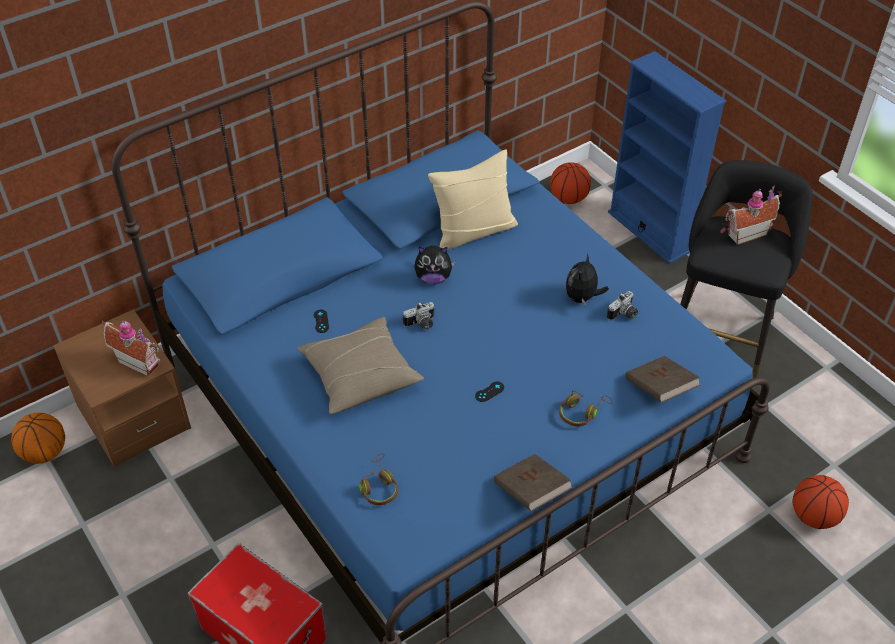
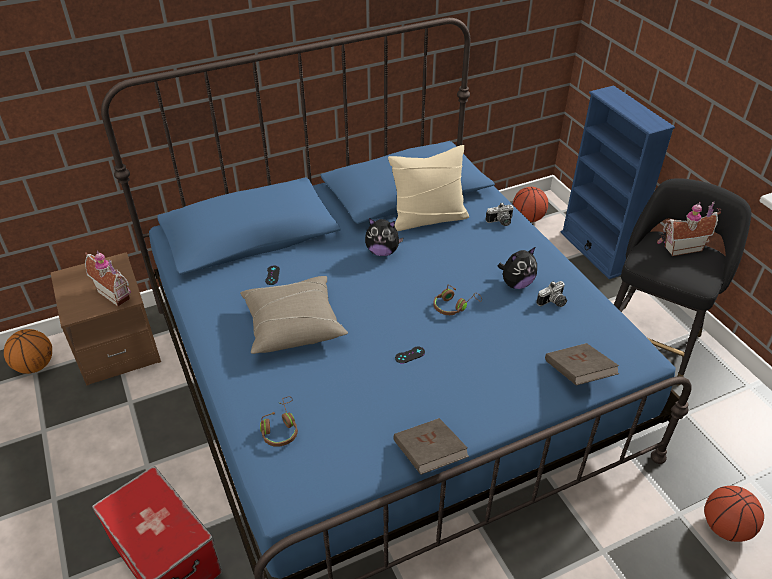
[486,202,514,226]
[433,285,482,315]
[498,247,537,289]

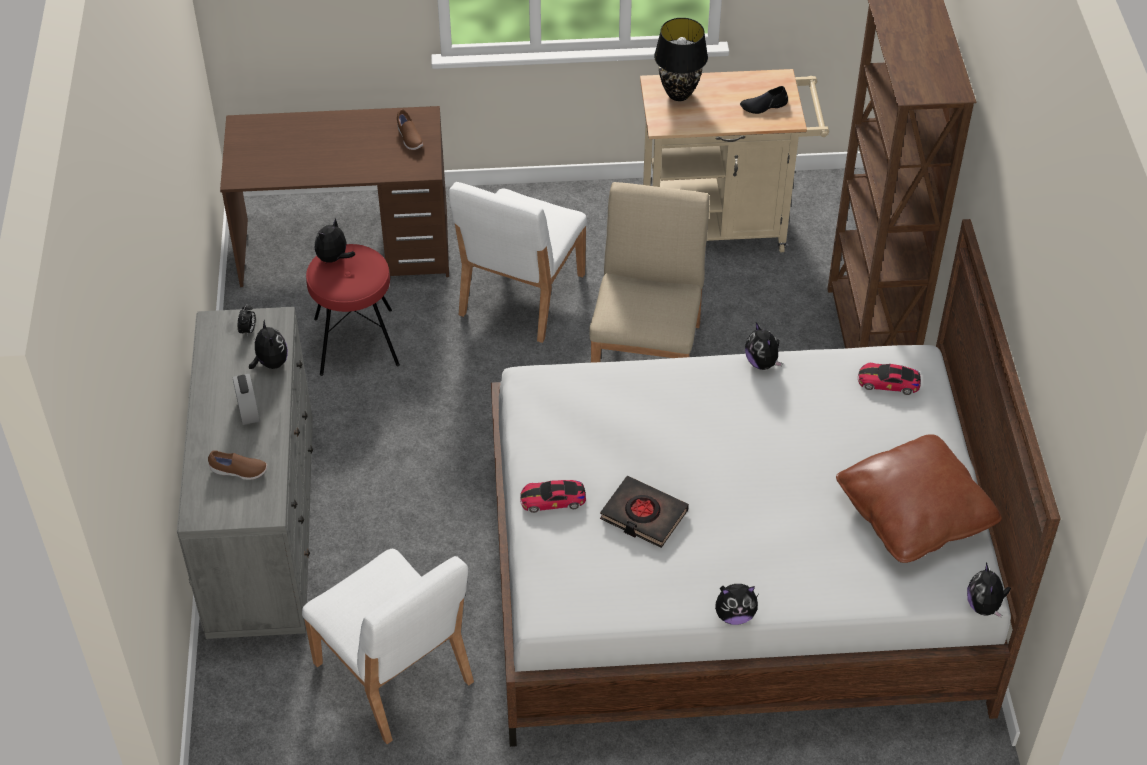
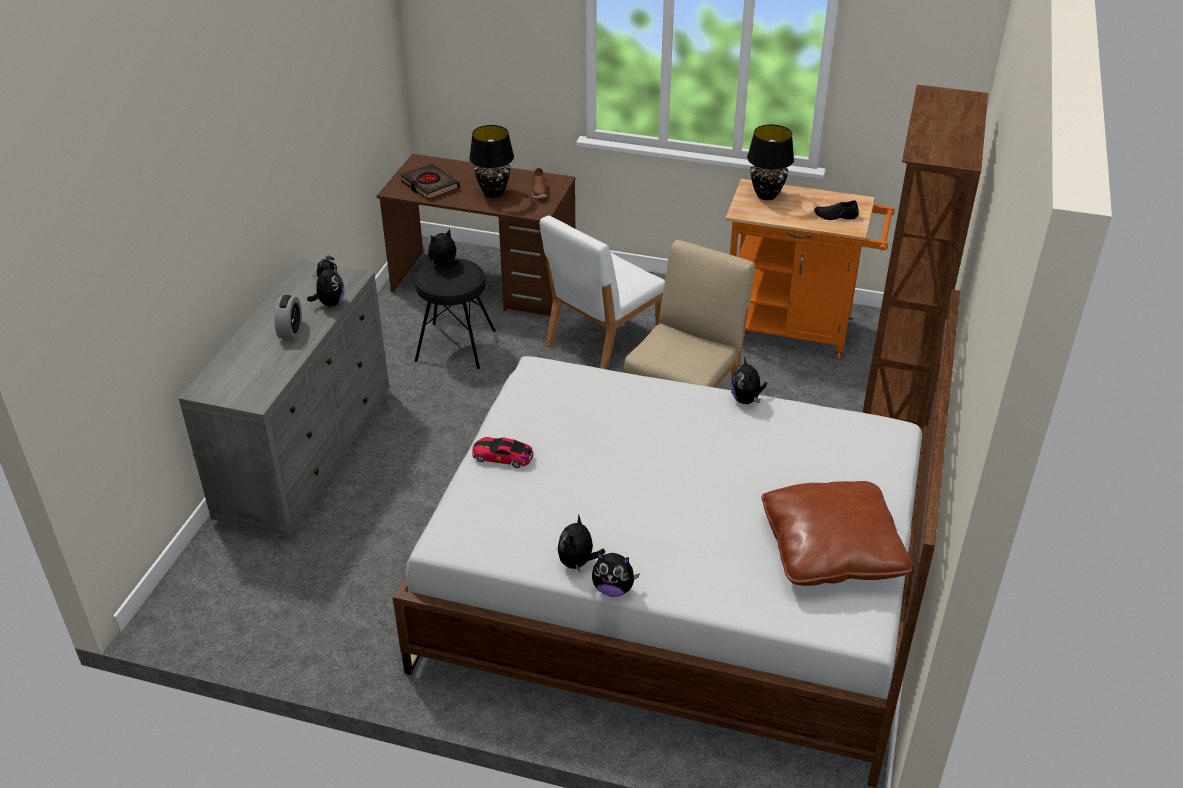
[208,450,267,480] (first image)
[302,549,474,744] (first image)
[858,363,921,395] (first image)
[469,125,514,198]
[401,164,460,200]
[558,514,605,572]
[415,258,496,369]
[725,179,895,361]

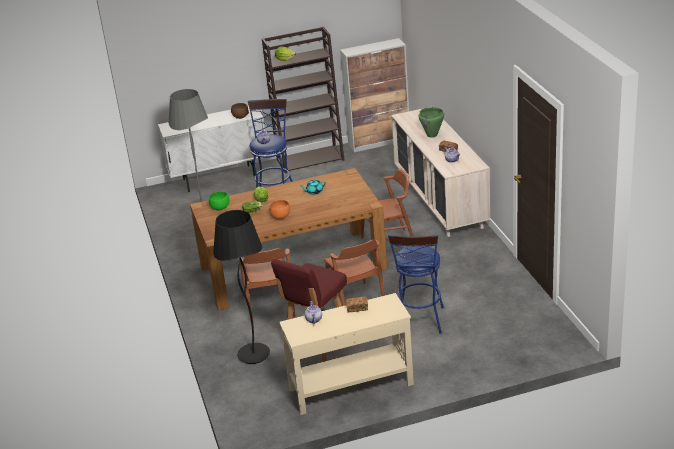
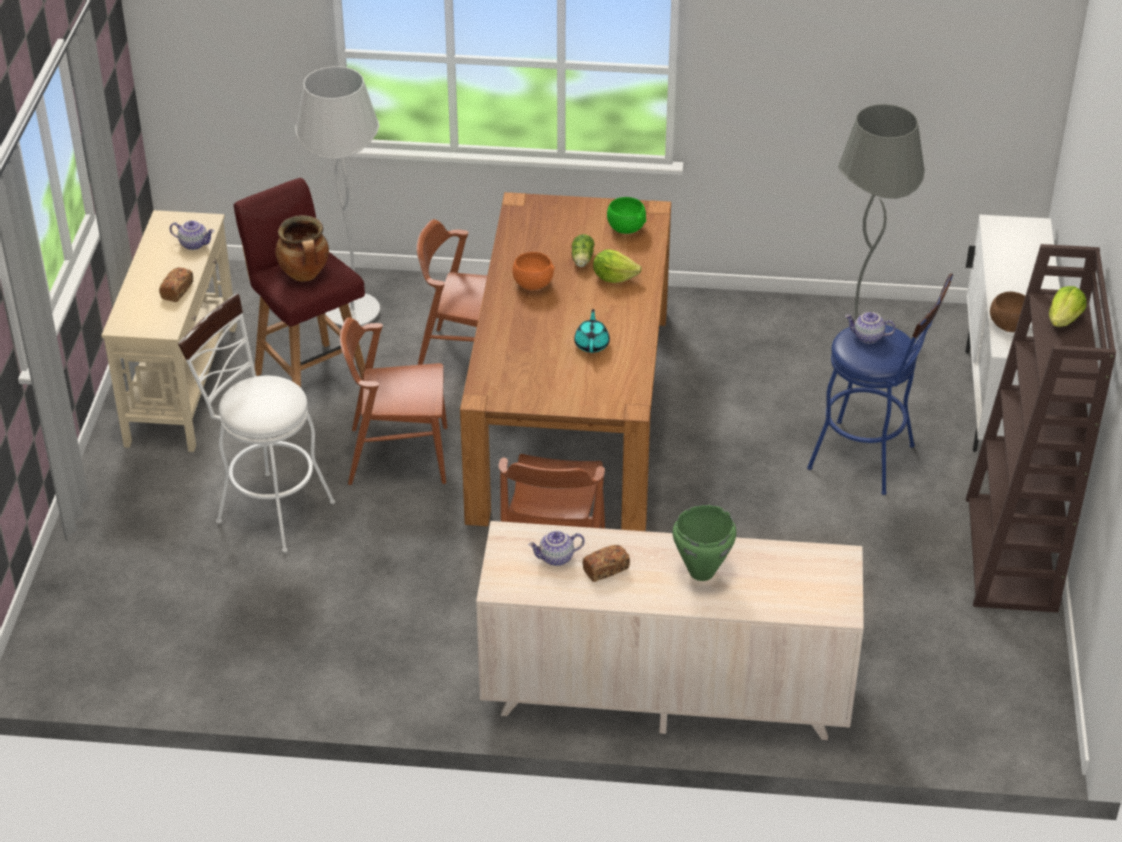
[340,38,409,152] (first image)
[275,215,329,282]
[295,66,380,326]
[178,293,335,553]

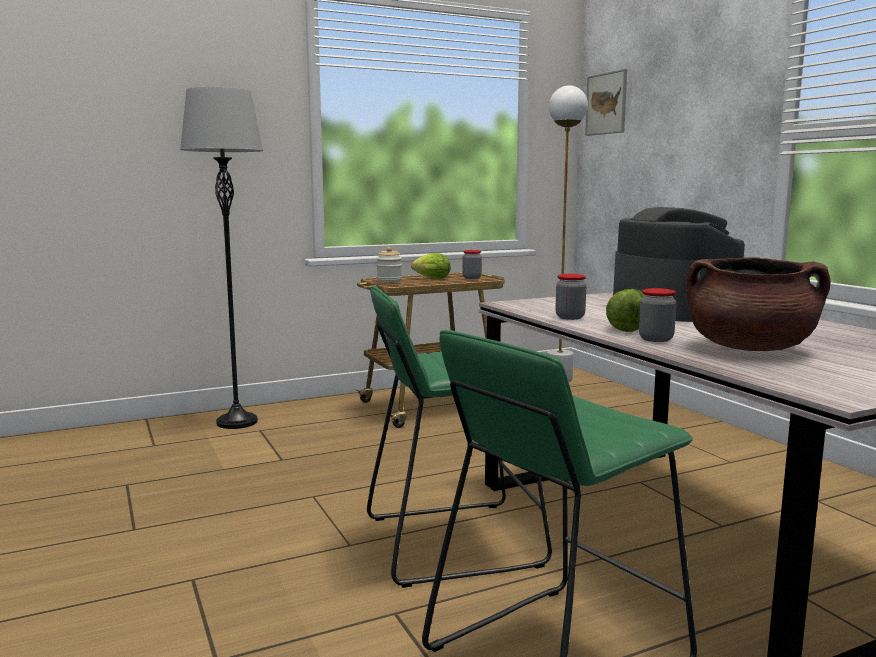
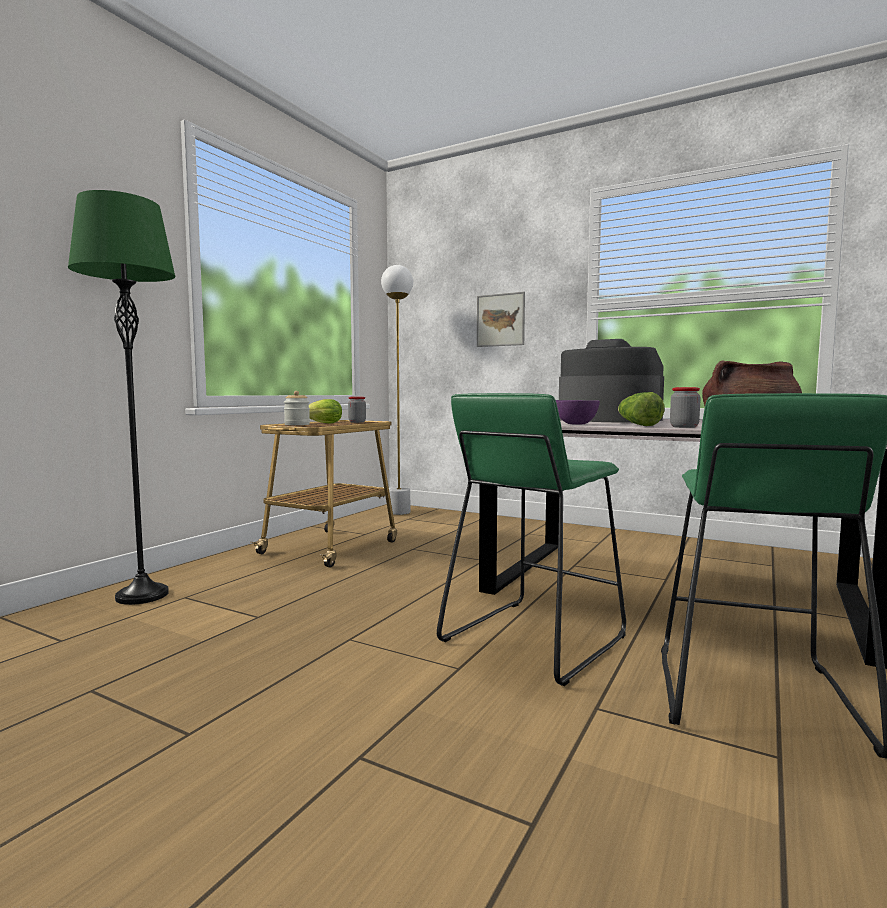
[477,292,525,347]
[556,400,600,425]
[68,190,176,605]

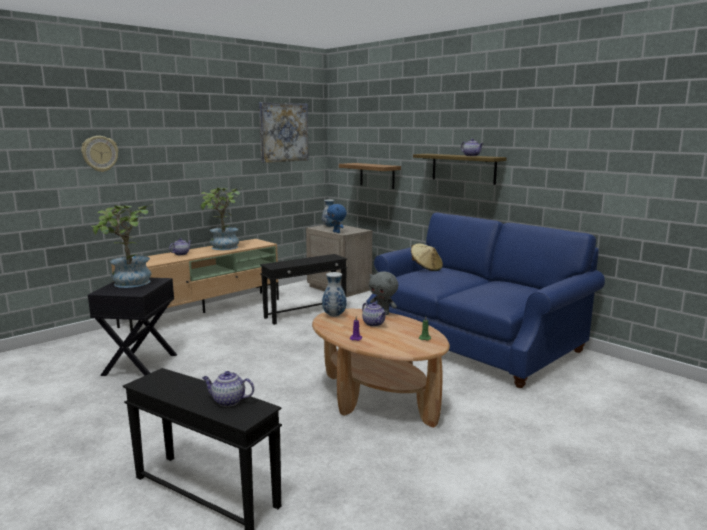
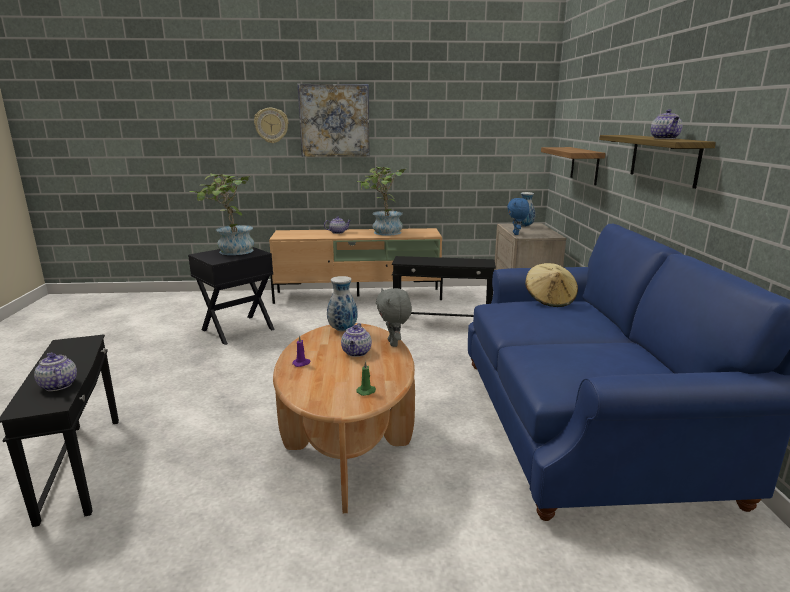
[298,84,370,157]

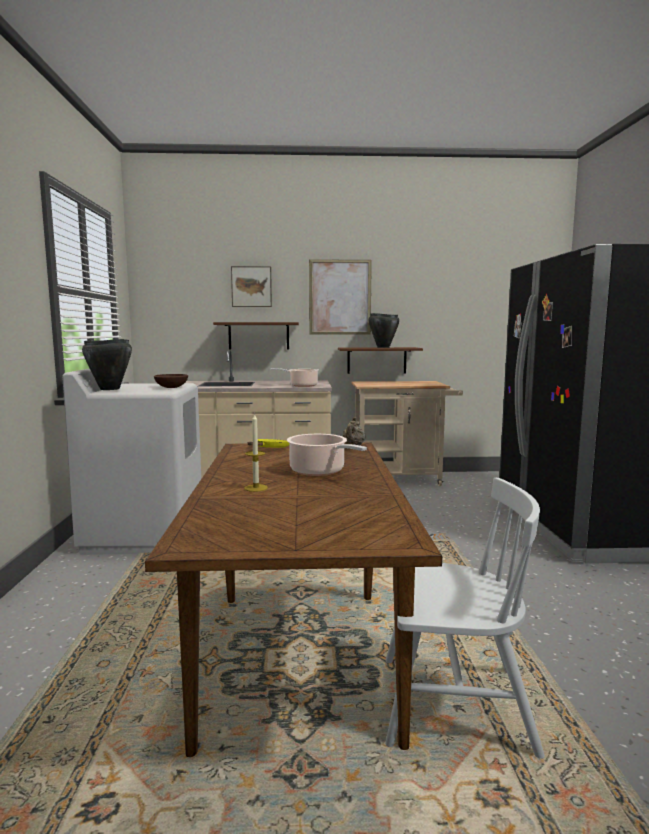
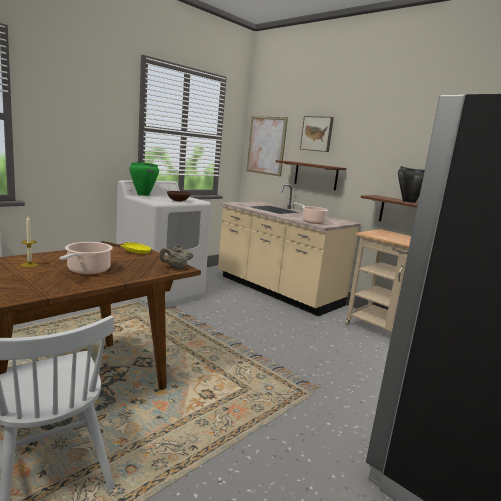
[247,116,288,176]
[129,162,159,196]

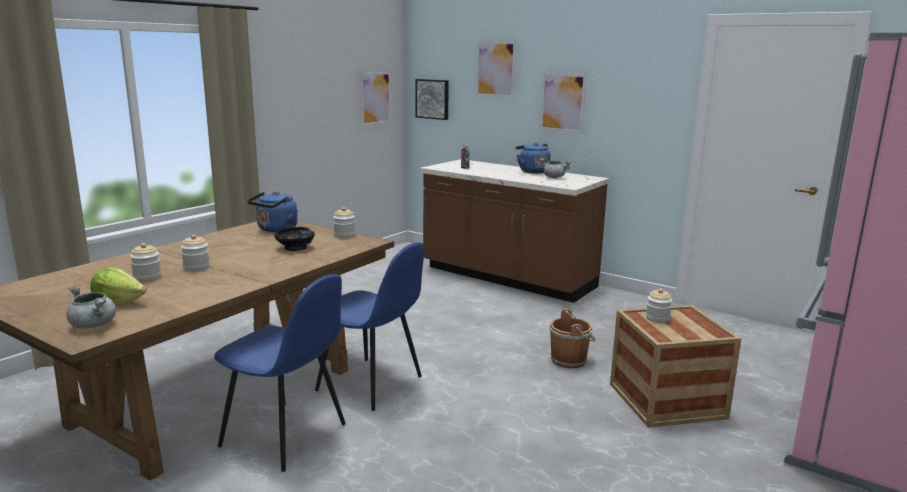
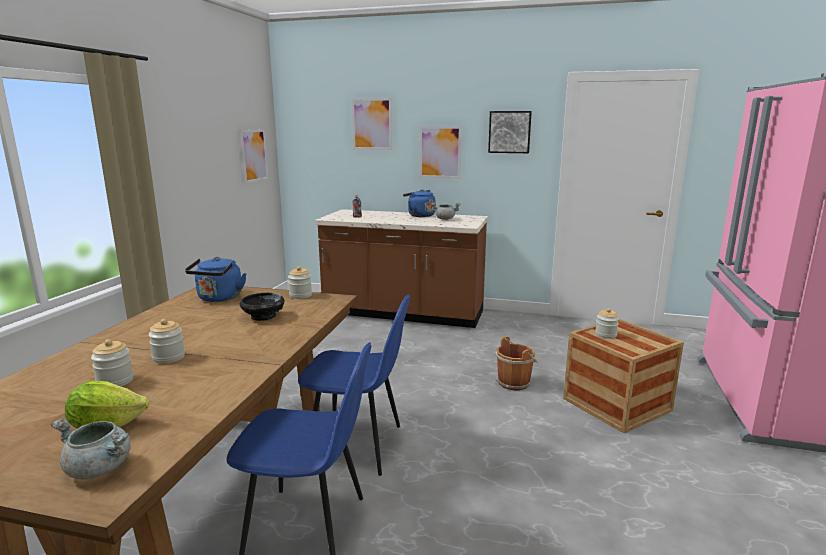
[488,111,532,153]

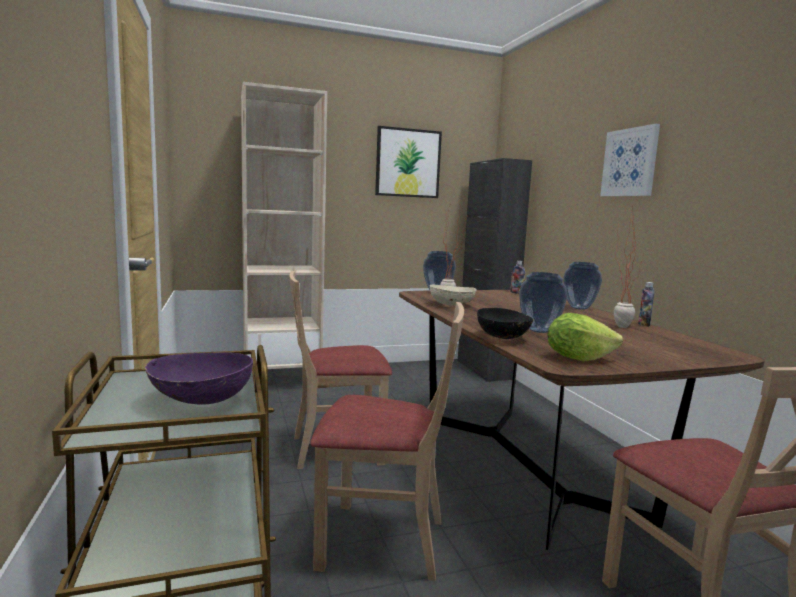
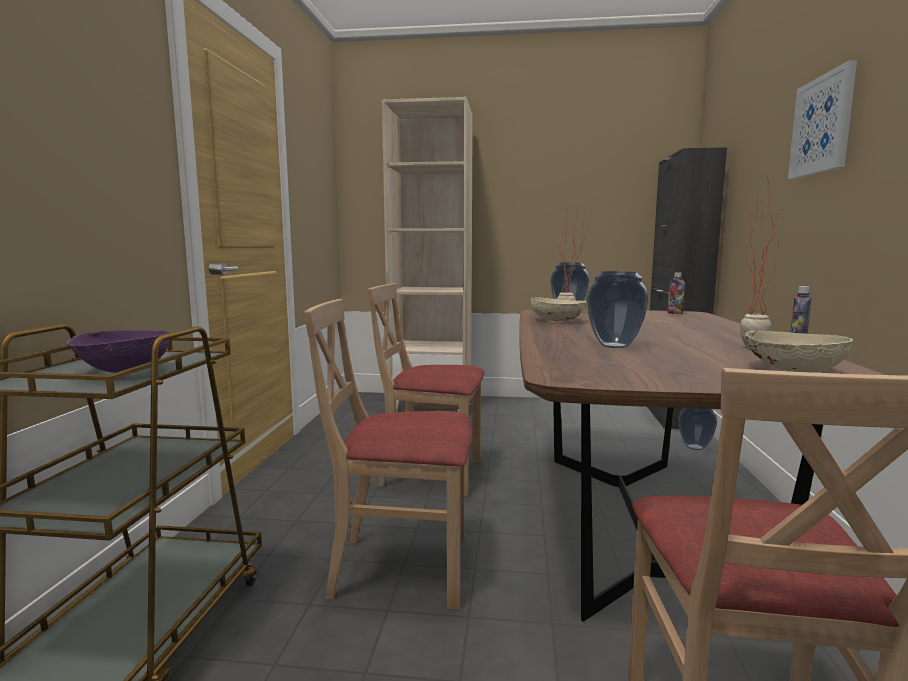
[375,126,442,198] (first image)
[477,307,534,339] (first image)
[547,313,623,362] (first image)
[746,331,853,373]
[678,408,717,450]
[304,299,472,609]

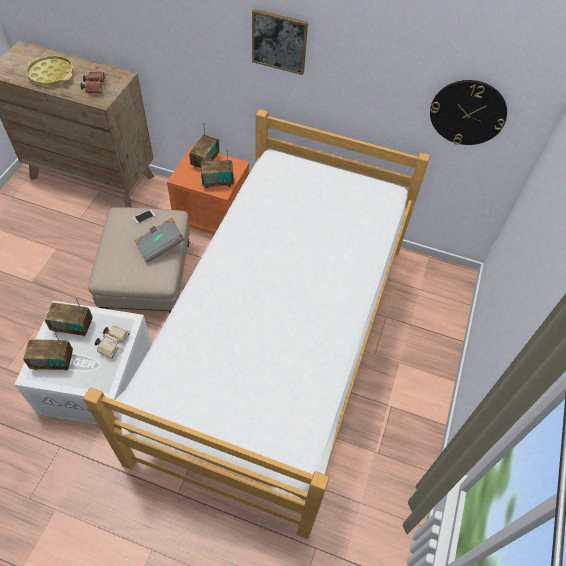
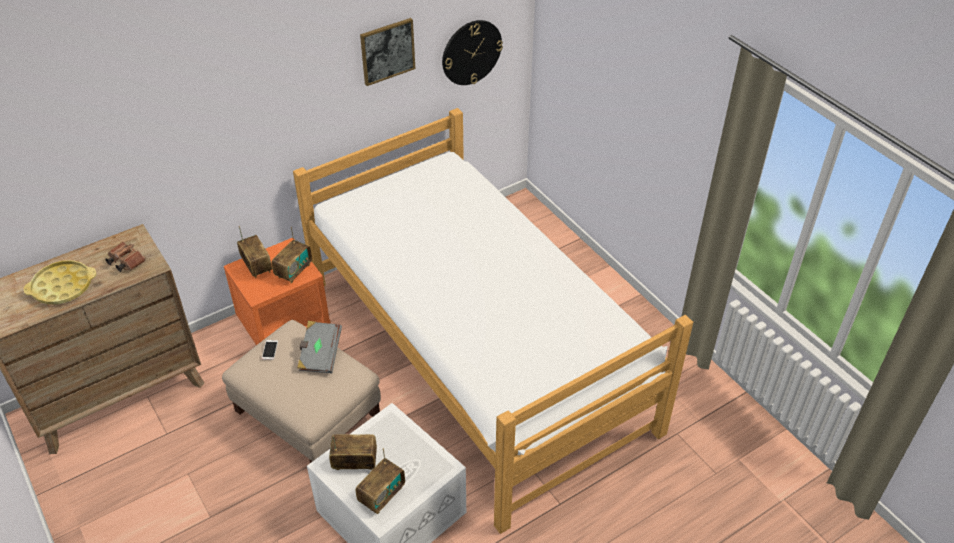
[95,326,130,359] (first image)
[360,18,415,86]
[329,434,377,470]

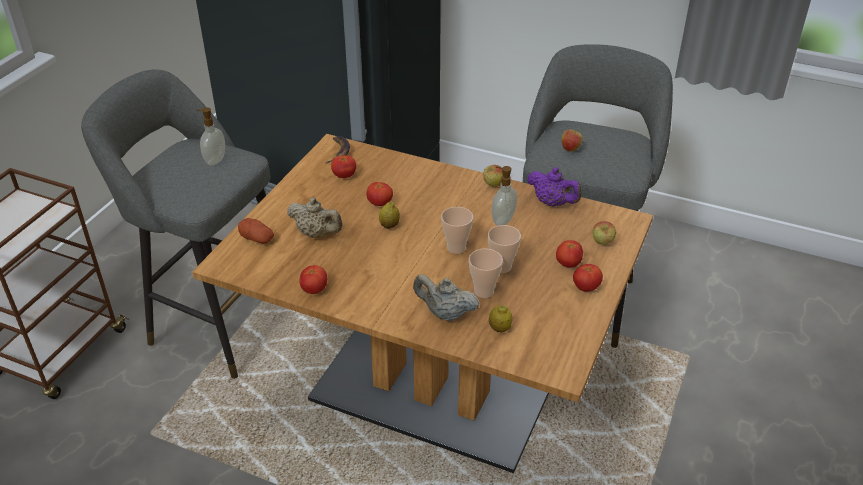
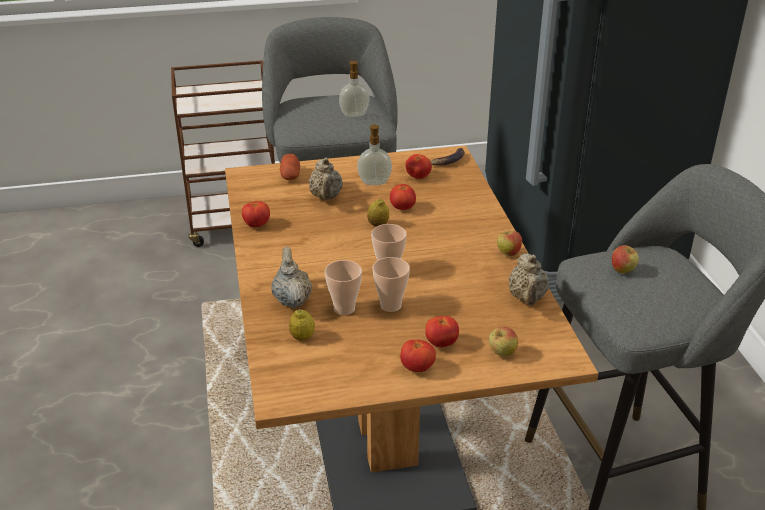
[357,124,392,185]
[508,253,549,305]

